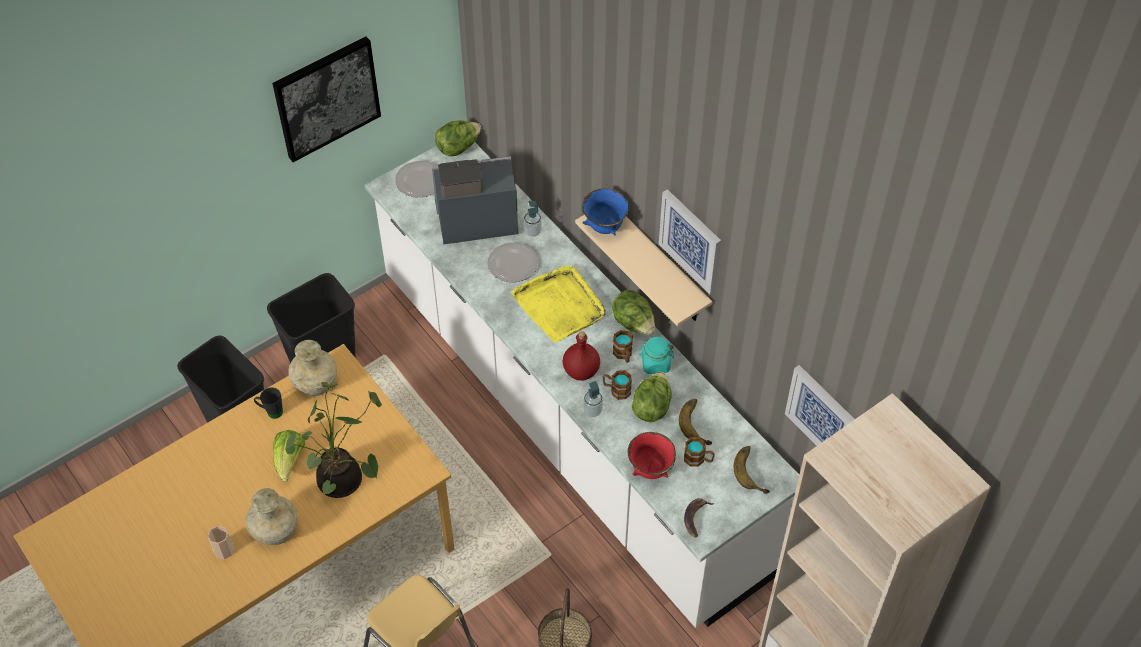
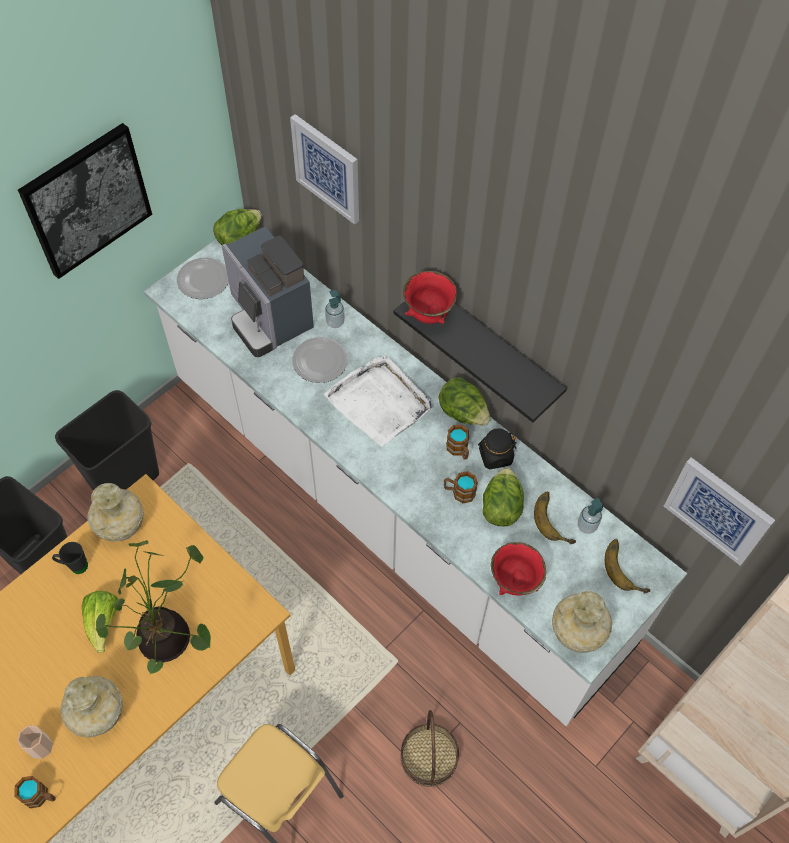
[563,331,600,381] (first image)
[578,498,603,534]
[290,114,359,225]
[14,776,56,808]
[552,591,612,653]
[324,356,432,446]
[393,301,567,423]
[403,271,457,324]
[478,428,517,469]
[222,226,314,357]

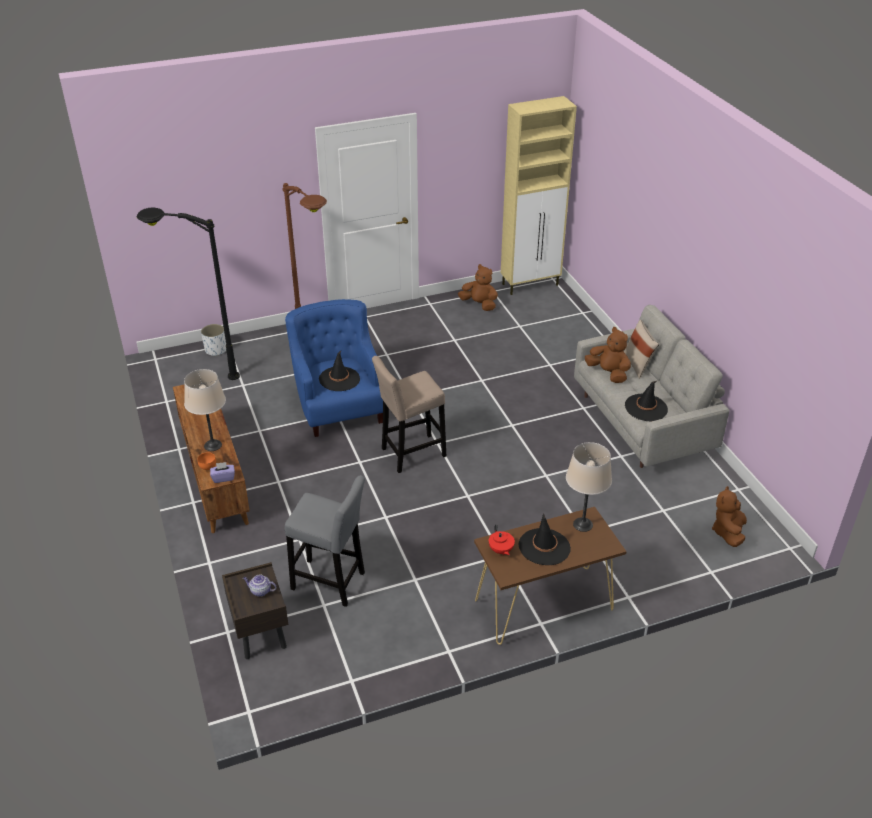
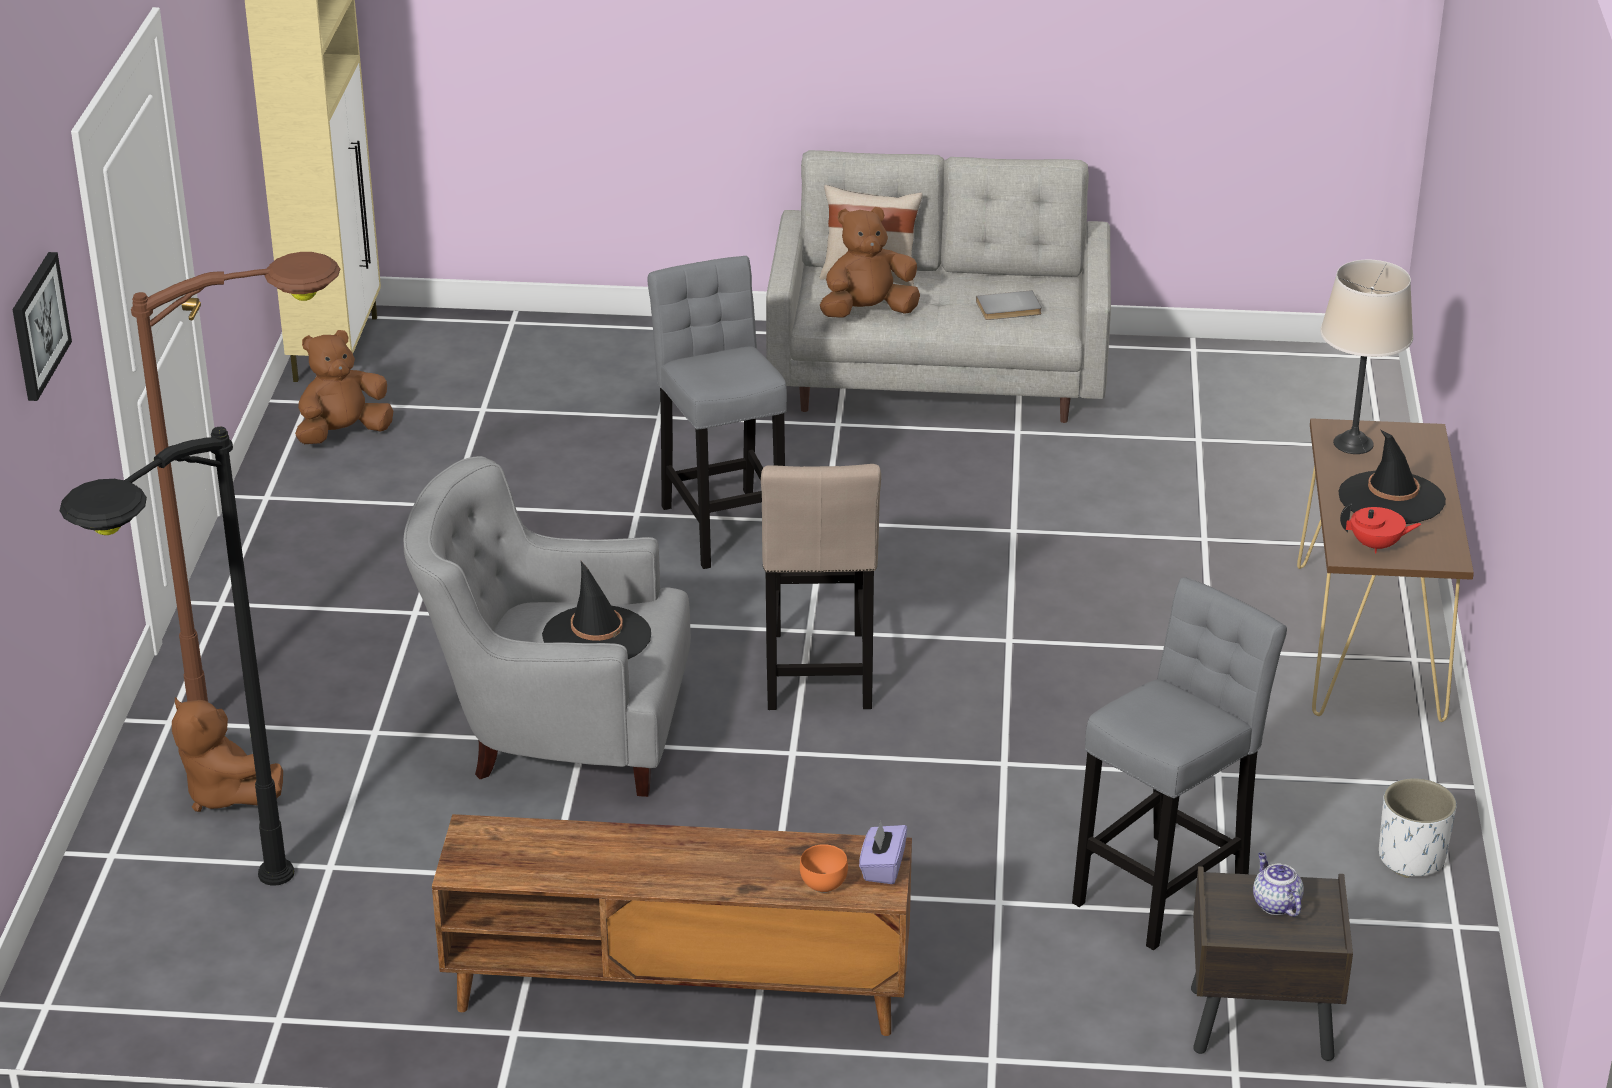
[184,369,226,451] (first image)
[12,252,72,401]
[647,256,787,569]
[1379,778,1457,878]
[172,697,283,812]
[976,290,1042,320]
[404,456,691,797]
[1253,852,1304,917]

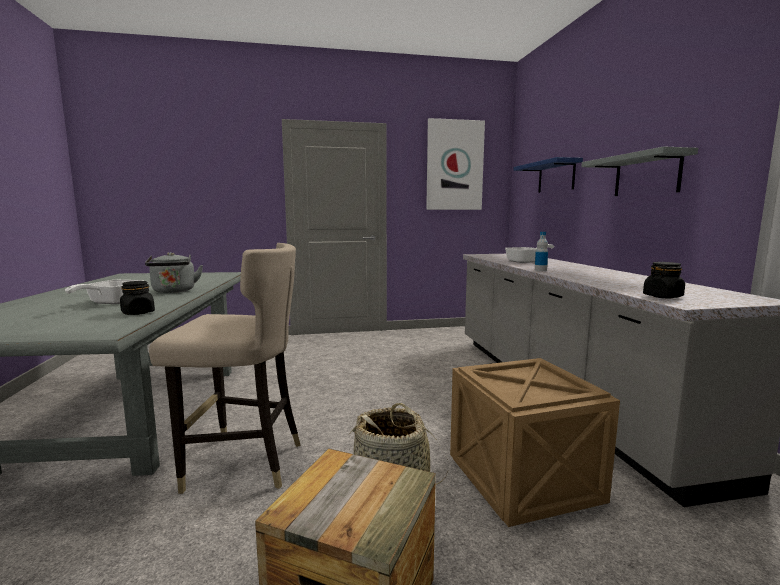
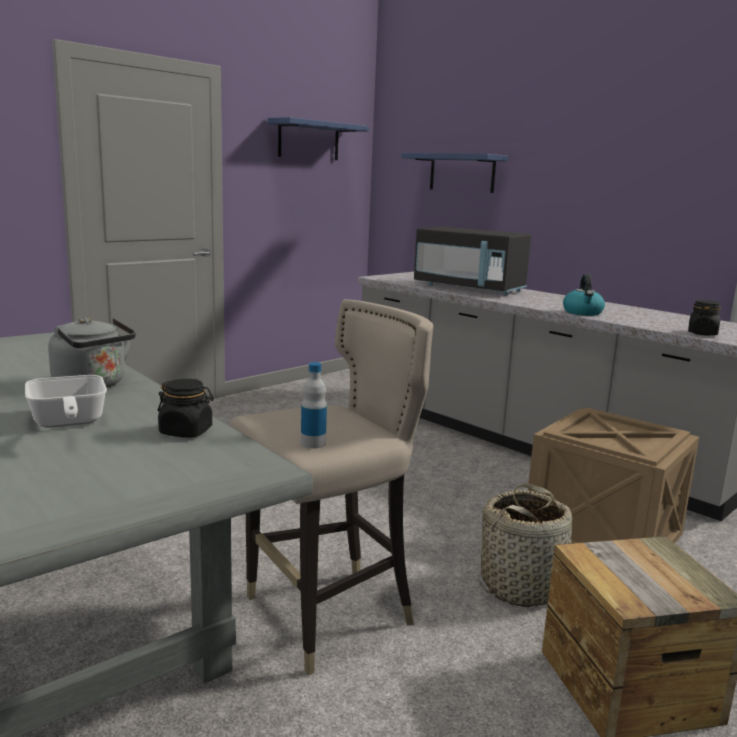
[581,146,698,196] (first image)
[563,274,605,316]
[301,362,327,449]
[268,117,369,160]
[414,227,531,296]

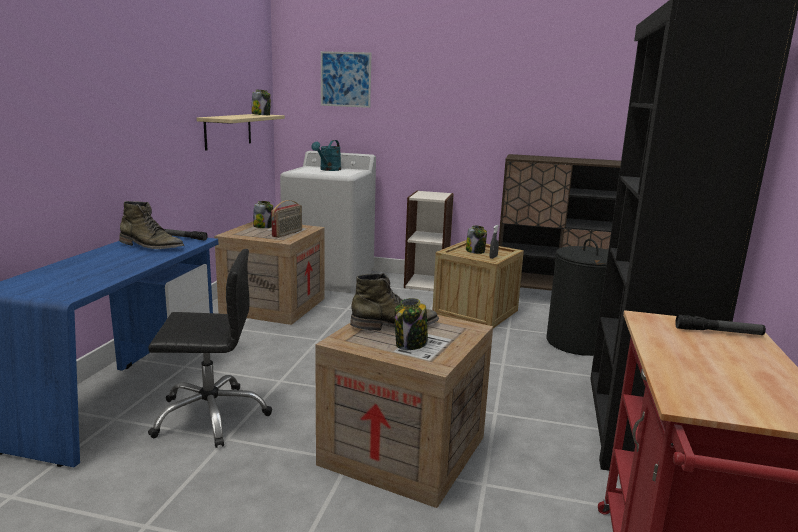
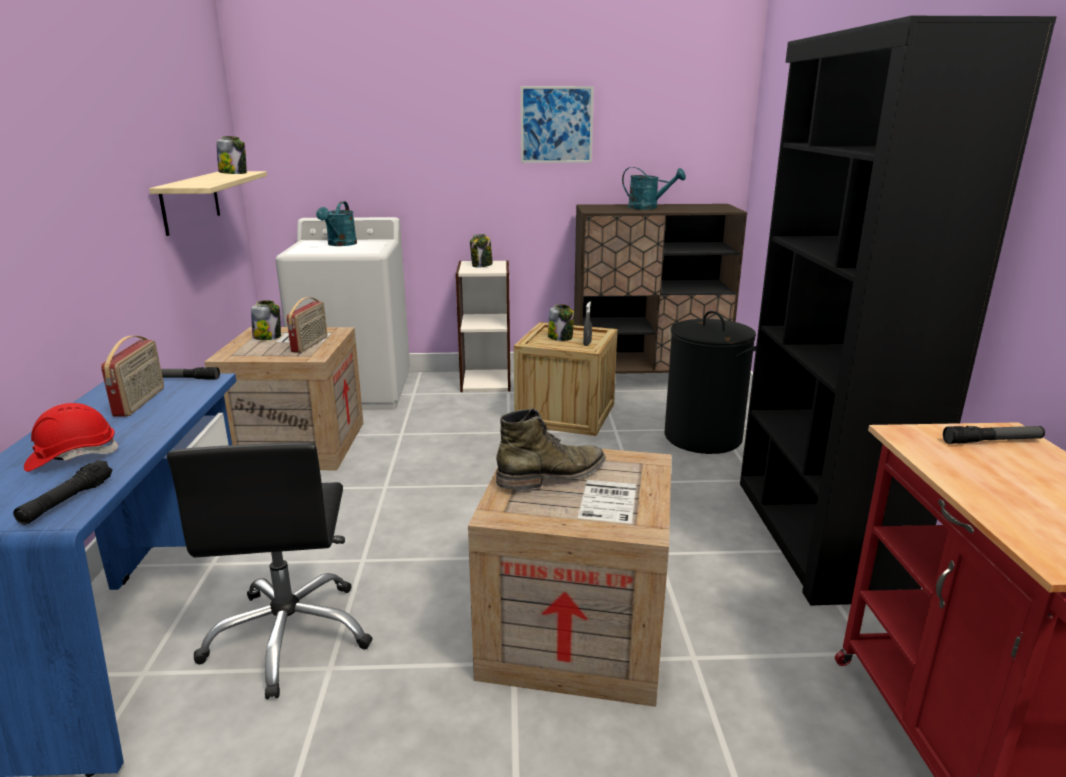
[13,460,113,525]
[24,403,119,472]
[622,167,686,209]
[521,86,594,163]
[470,234,493,267]
[101,336,164,417]
[167,442,373,699]

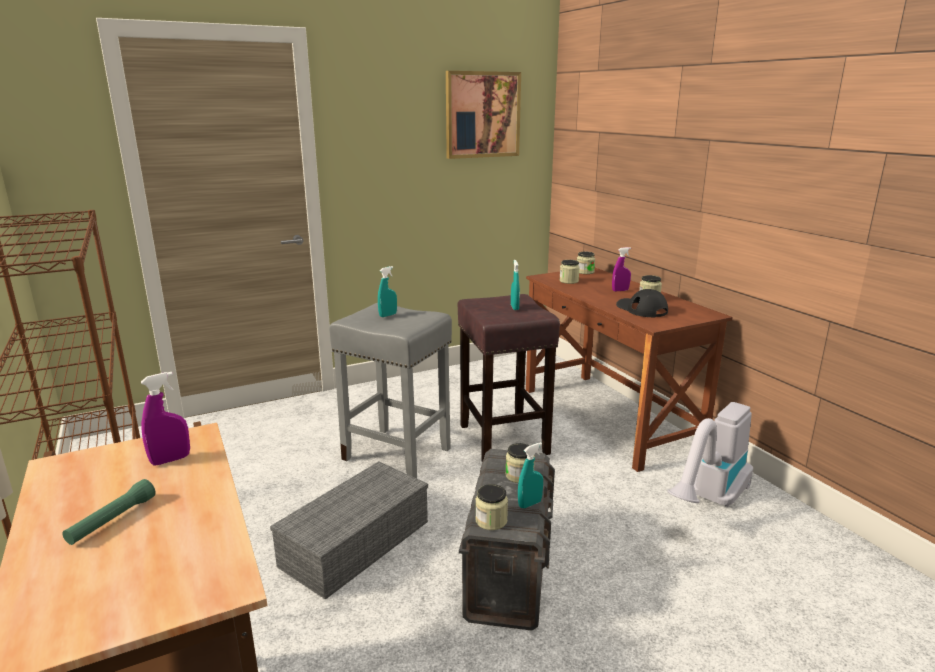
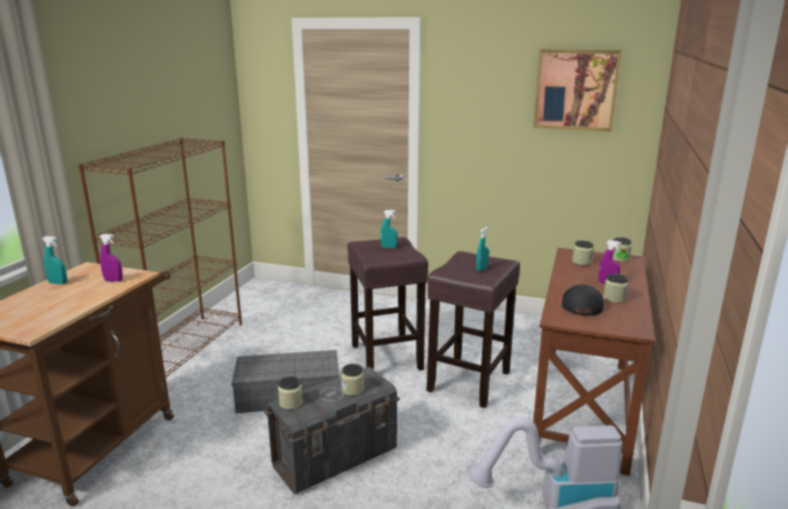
[62,479,156,545] (first image)
[42,236,67,285]
[347,237,428,371]

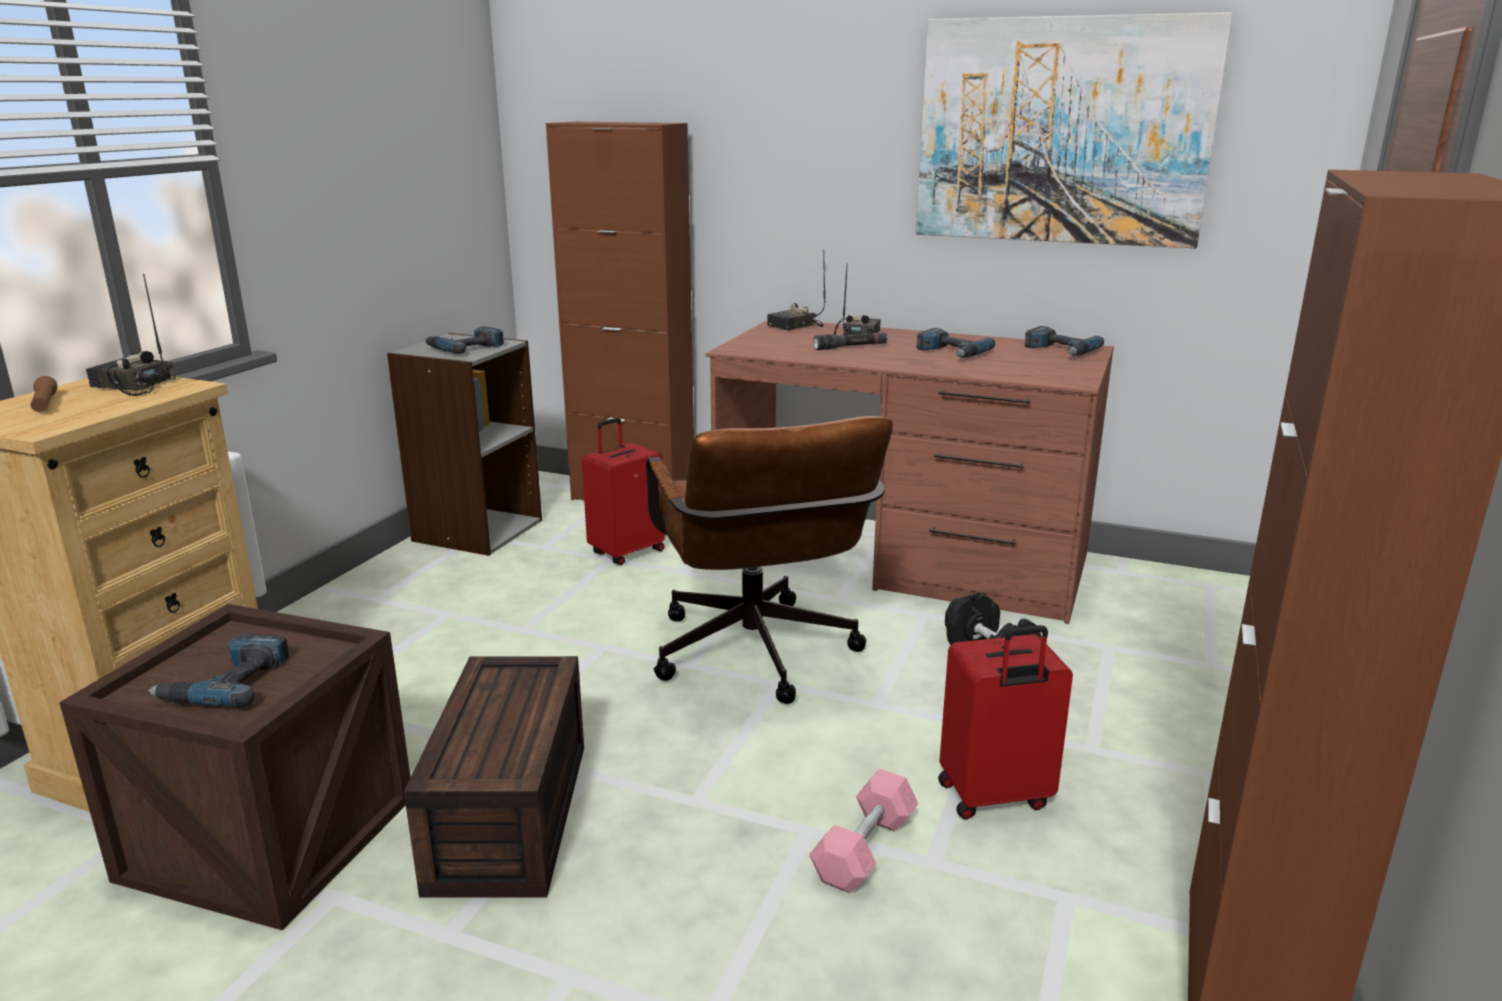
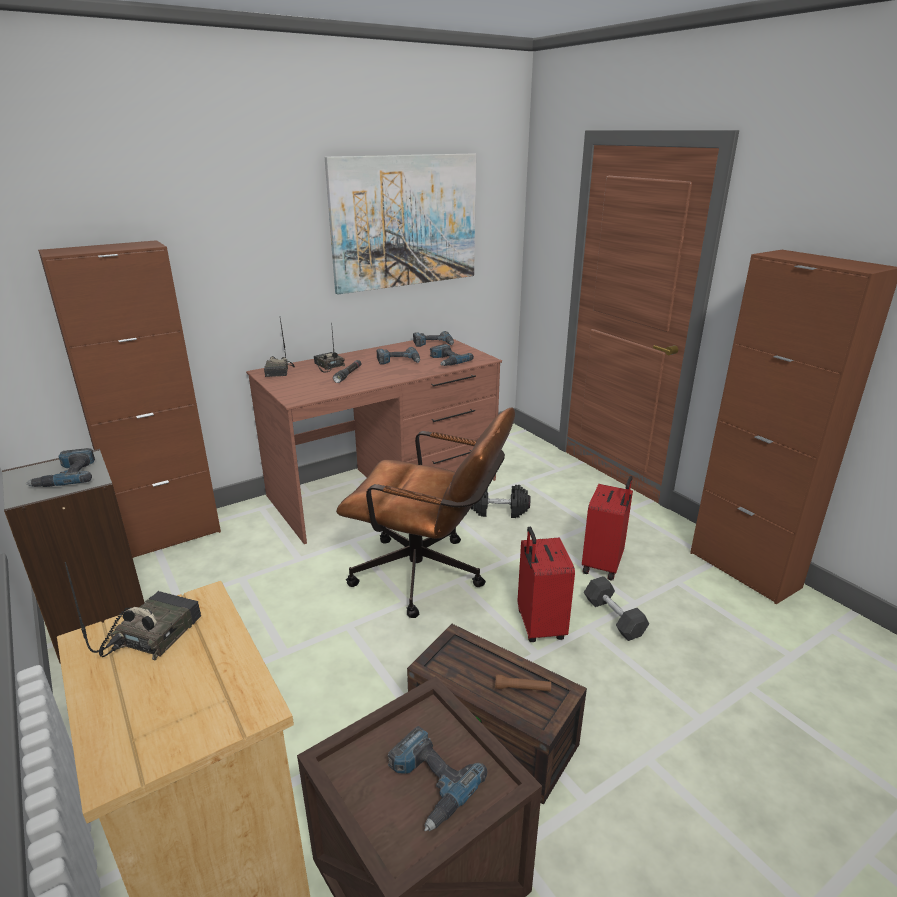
[430,344,474,366]
[495,674,551,692]
[518,527,575,642]
[584,576,649,641]
[64,562,201,661]

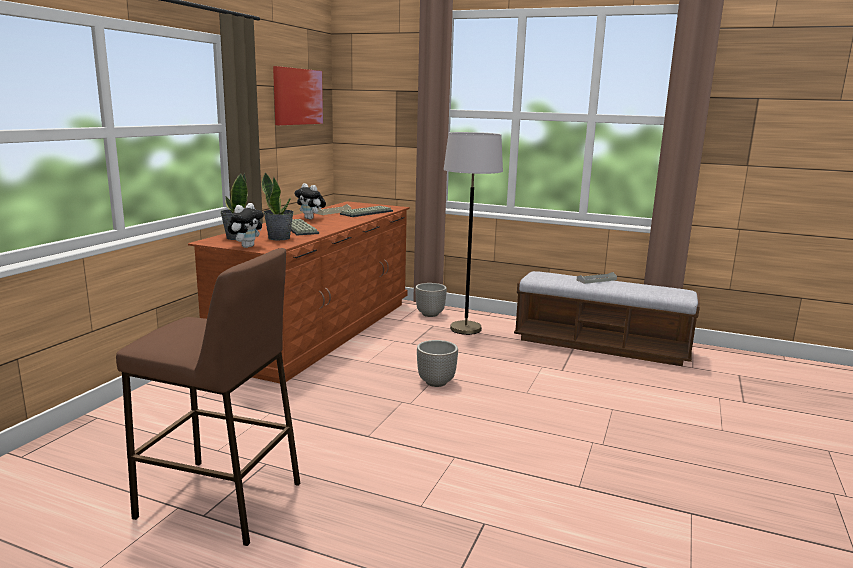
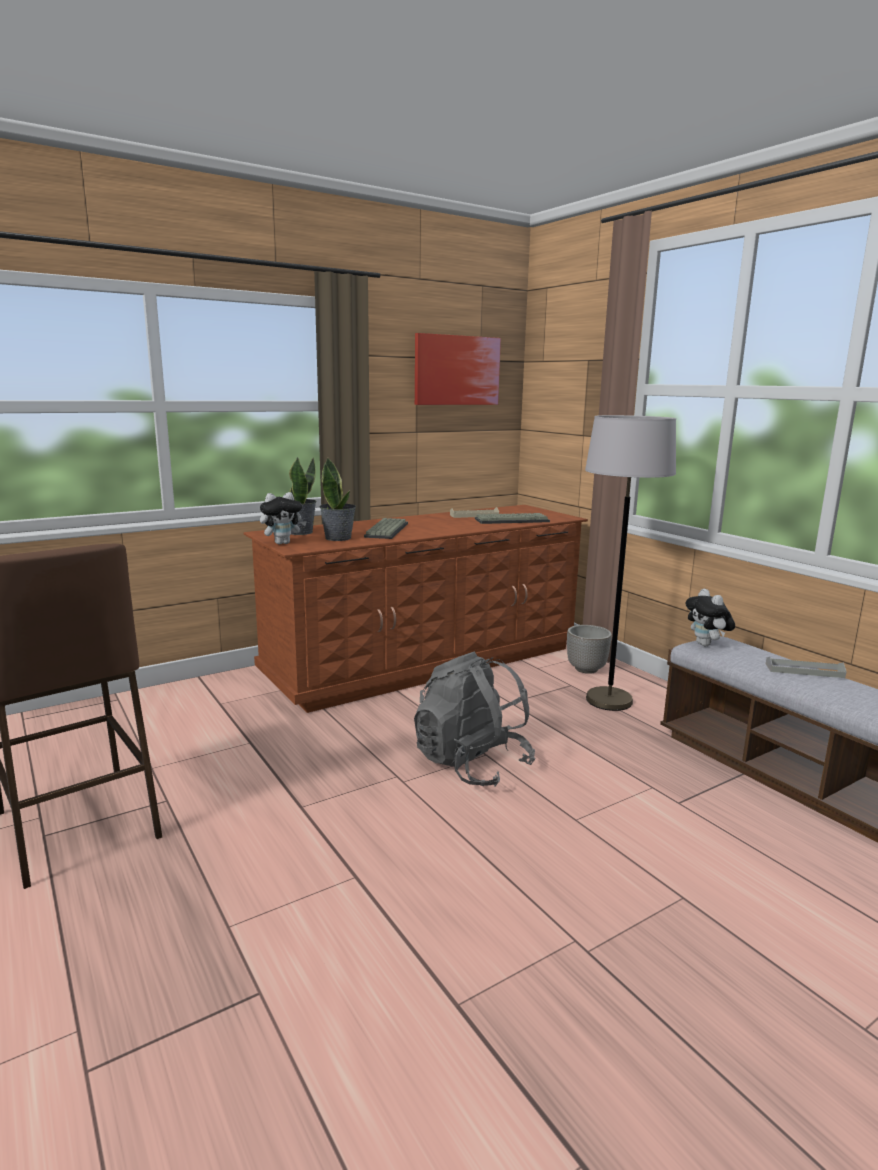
[685,589,735,646]
[414,651,535,786]

